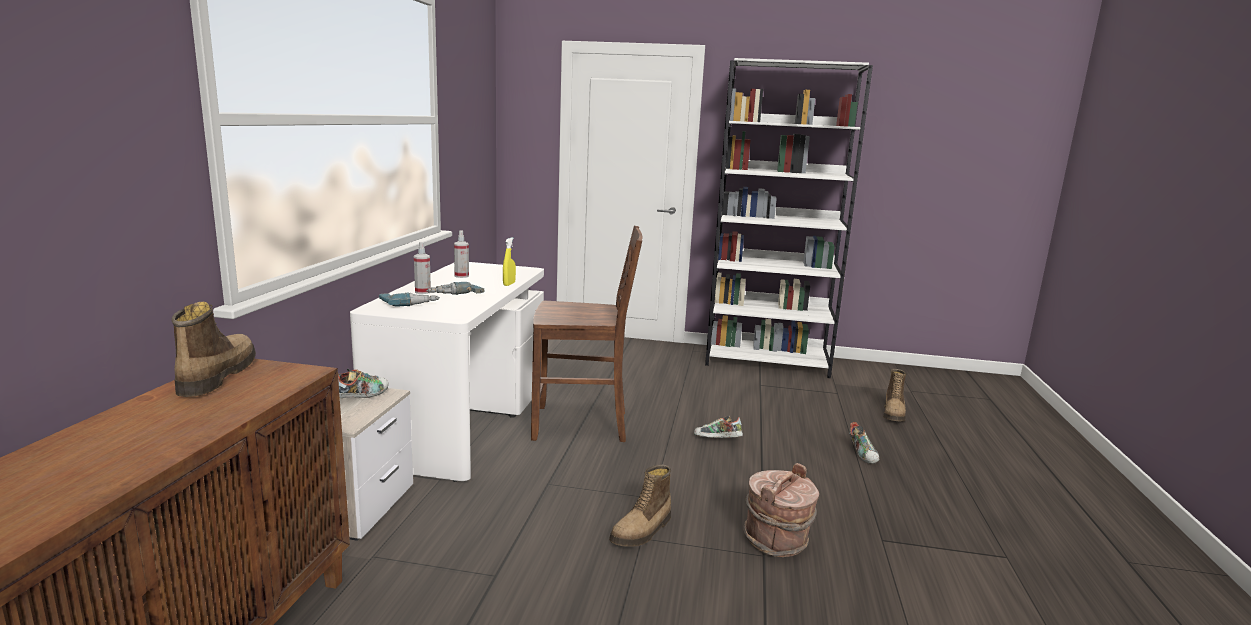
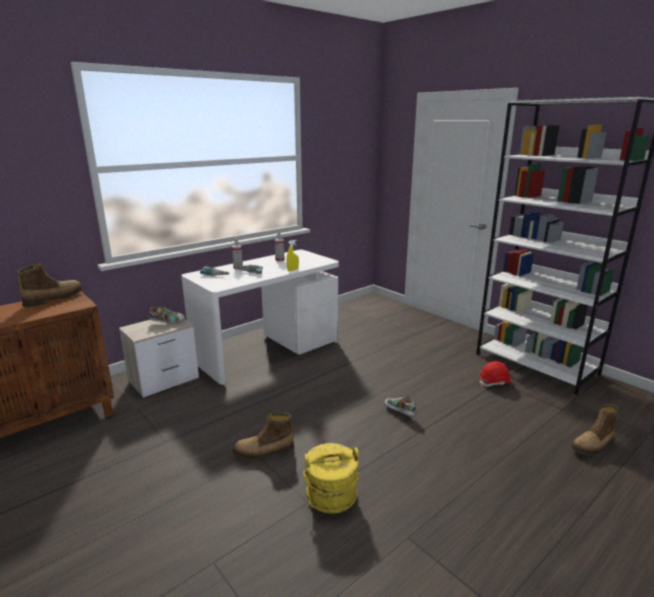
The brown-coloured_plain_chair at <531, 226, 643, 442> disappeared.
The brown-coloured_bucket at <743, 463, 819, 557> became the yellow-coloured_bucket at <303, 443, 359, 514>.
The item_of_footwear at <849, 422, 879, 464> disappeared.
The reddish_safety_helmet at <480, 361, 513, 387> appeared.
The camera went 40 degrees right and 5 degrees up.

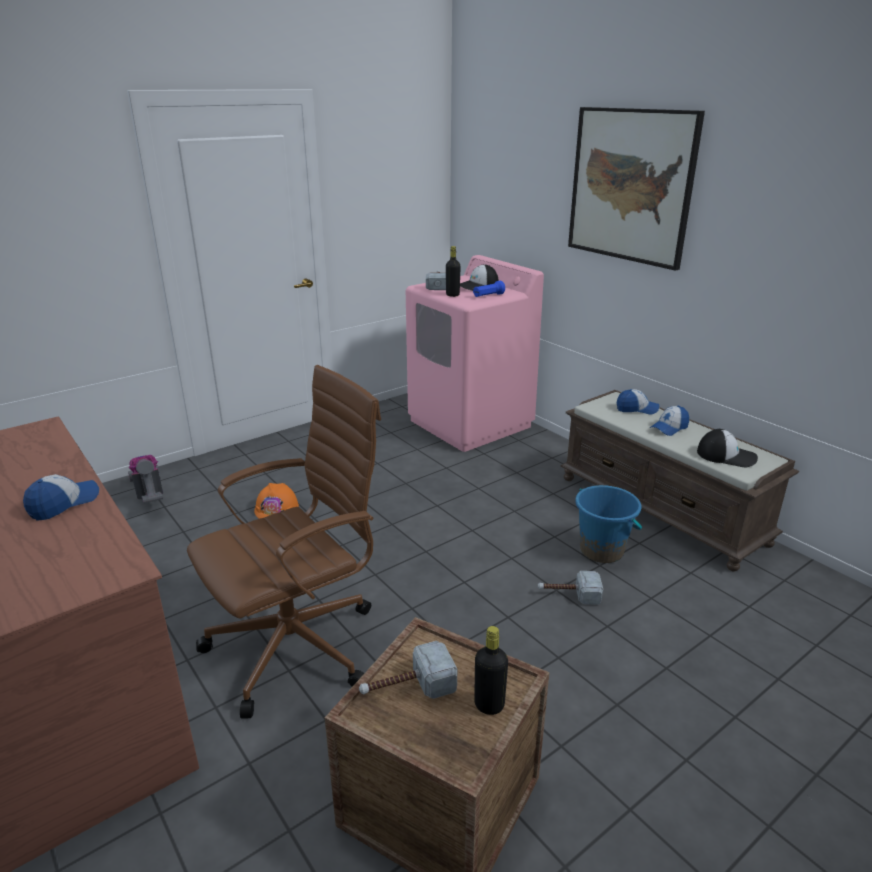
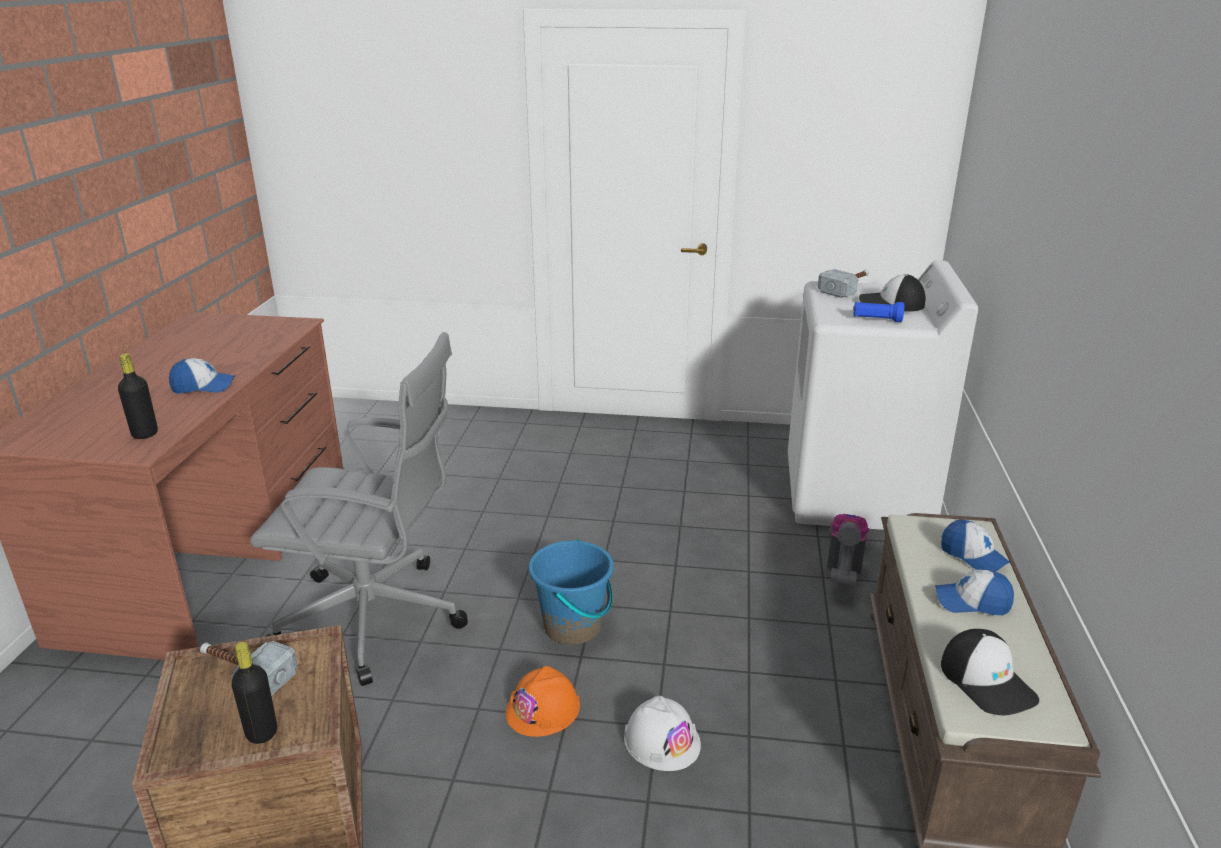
The vacuum_cleaner moved from <128, 455, 163, 503> to <827, 514, 870, 586>.
The brown-coloured_office_chair at <187, 365, 381, 719> became the gray_office_chair at <250, 332, 468, 686>.
The orange_safety_helmet moved from <254, 483, 299, 519> to <505, 666, 580, 737>.
The pinkish_washing_machine at <406, 255, 544, 452> became the whitish_washing_machine at <788, 260, 978, 530>.
The blackish_bottle moved from <446, 246, 461, 297> to <118, 353, 158, 439>.
The hand_hammer at <538, 571, 603, 605> was replaced by the whitish_safety_helmet at <624, 696, 701, 771>.
The wall_picture at <568, 107, 705, 271> disappeared.
The blue_bucket moved from <575, 485, 642, 563> to <529, 539, 614, 645>.
The camera went 45 degrees right and 0 degrees up.

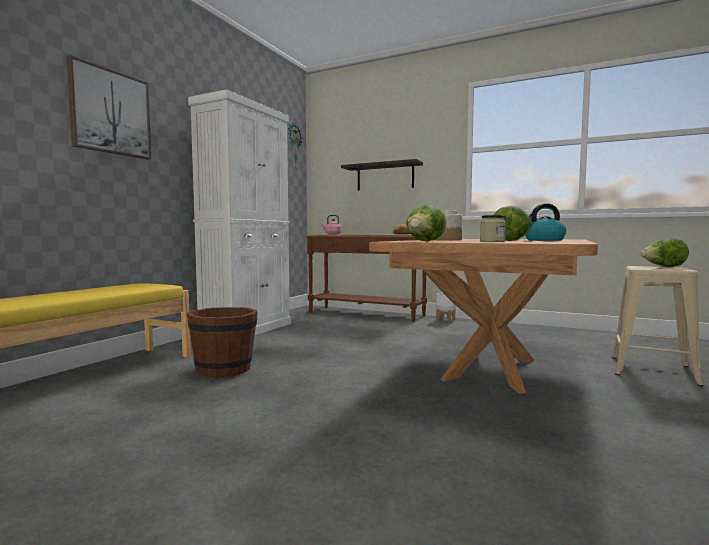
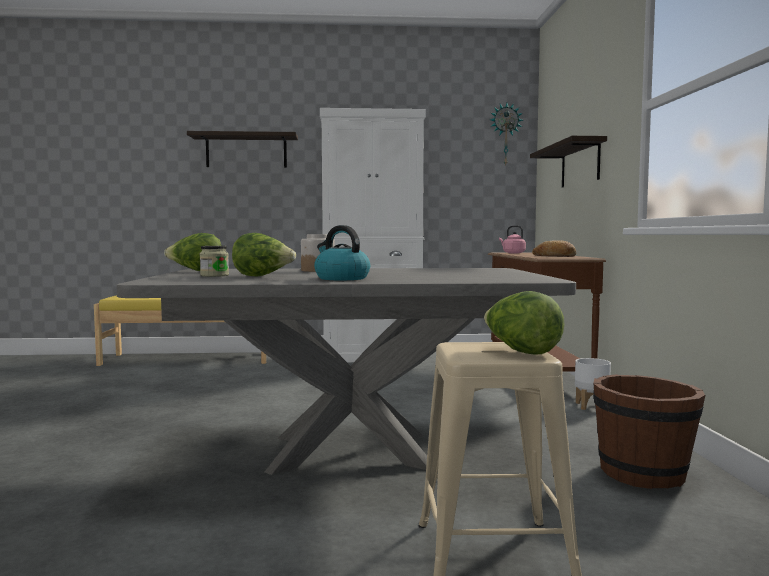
The wall_picture at <67, 55, 151, 160> was replaced by the shelf at <187, 131, 298, 168>.
The brown-coloured_bucket moved from <187, 307, 258, 378> to <593, 374, 705, 489>.
The brown-coloured_kitchen_table at <369, 239, 598, 394> became the gray_kitchen_table at <116, 268, 576, 475>.
The camera went 60 degrees right and 0 degrees up.

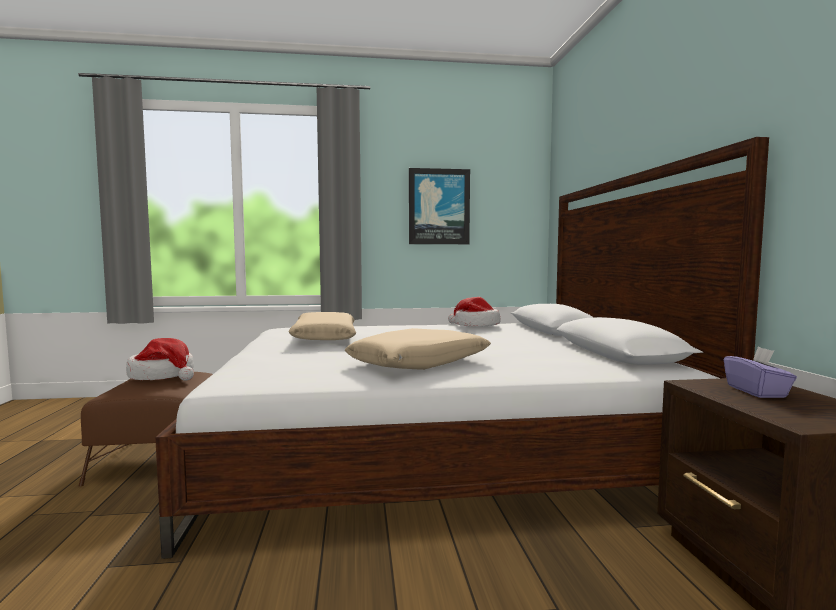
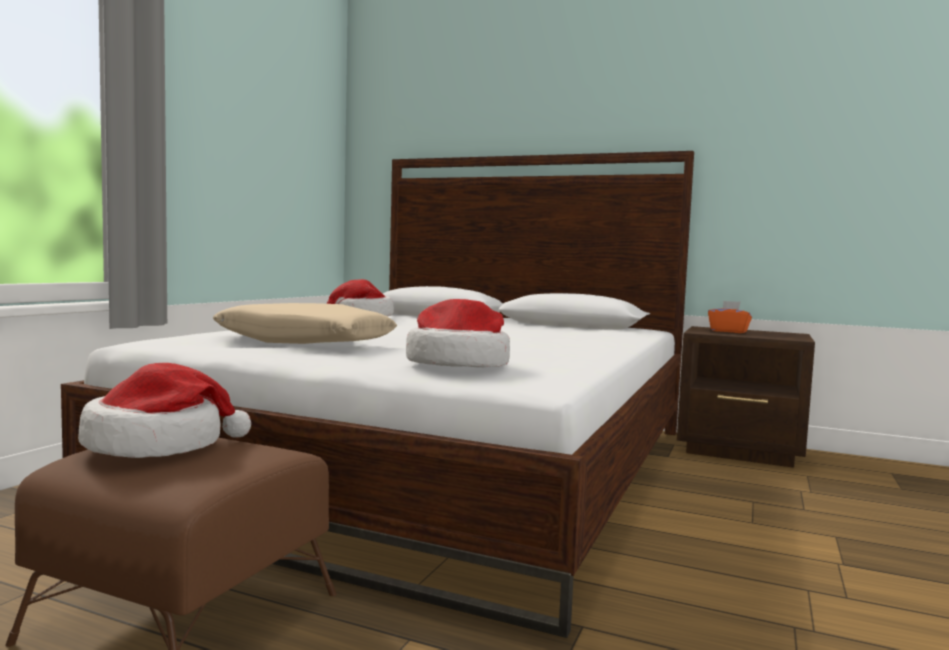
The beige_cushion at <345, 328, 491, 370> disappeared.
The wall_picture at <409, 168, 470, 244> disappeared.
The purple_tissue_holder at <724, 346, 797, 398> became the orange_tissue_holder at <708, 301, 752, 333>.
The clothing_hat at <406, 299, 510, 367> appeared.
The camera went 60 degrees left and 0 degrees up.

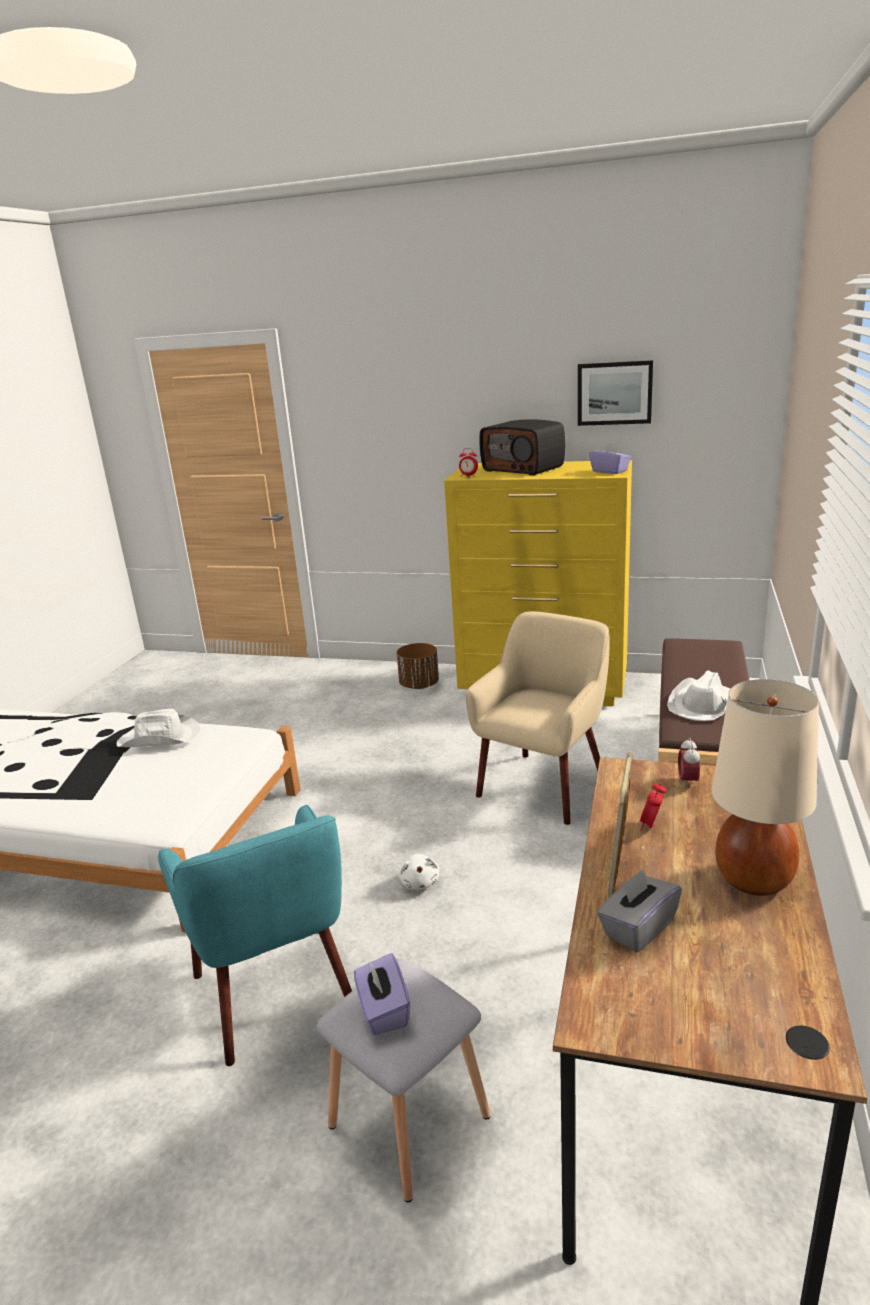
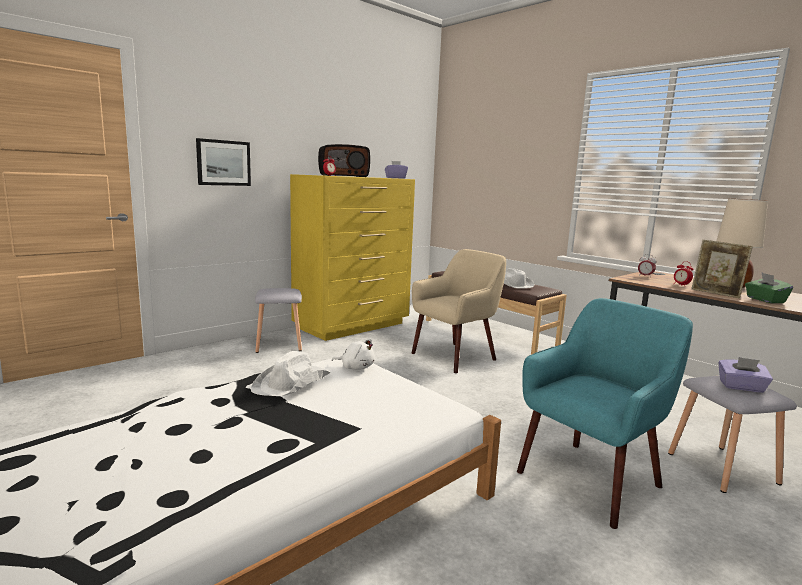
The turquoise-coloured_lounge_chair at <158, 805, 352, 1066> turned 45 degrees counterclockwise.
The brown-coloured_planter at <396, 643, 439, 689> was replaced by the gray_sitting_stool at <255, 288, 302, 353>.
The whitish_cuddly_toy moved from <398, 854, 439, 890> to <332, 339, 375, 370>.
The beige_lounge_chair at <466, 611, 609, 825> turned 75 degrees clockwise.
The wall_picture moved from <578, 360, 653, 426> to <196, 138, 251, 186>.
The gray_tissue_holder at <597, 868, 682, 952> became the green_tissue_holder at <745, 272, 793, 303>.
The camera went 60 degrees left and 10 degrees down.

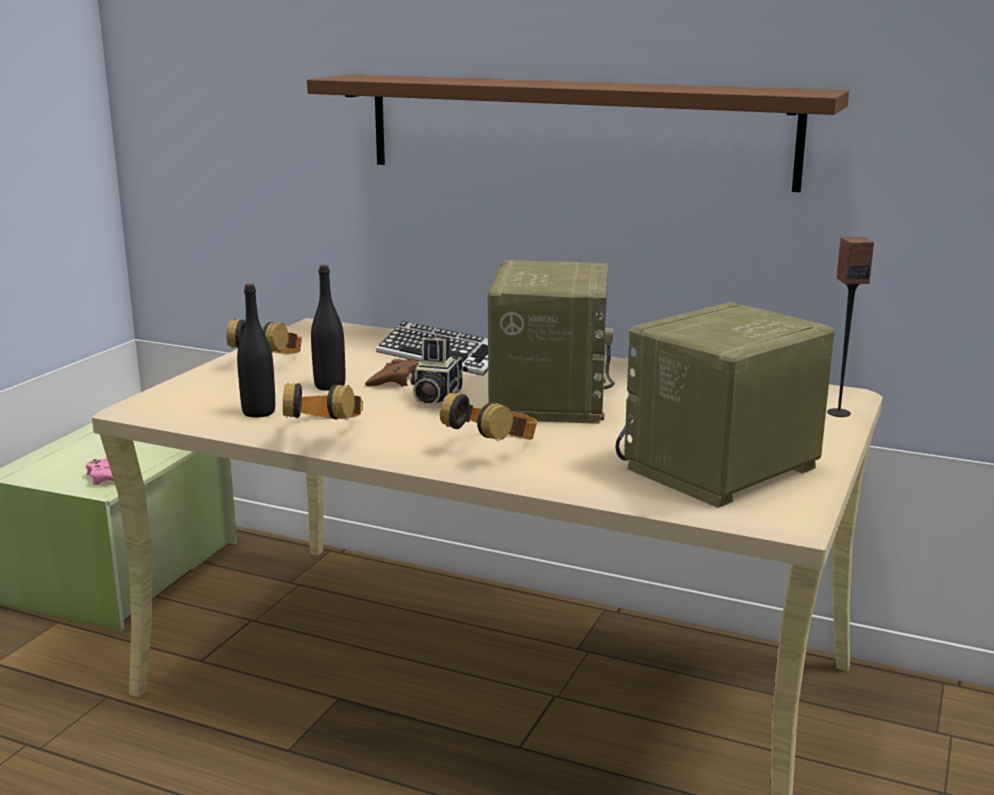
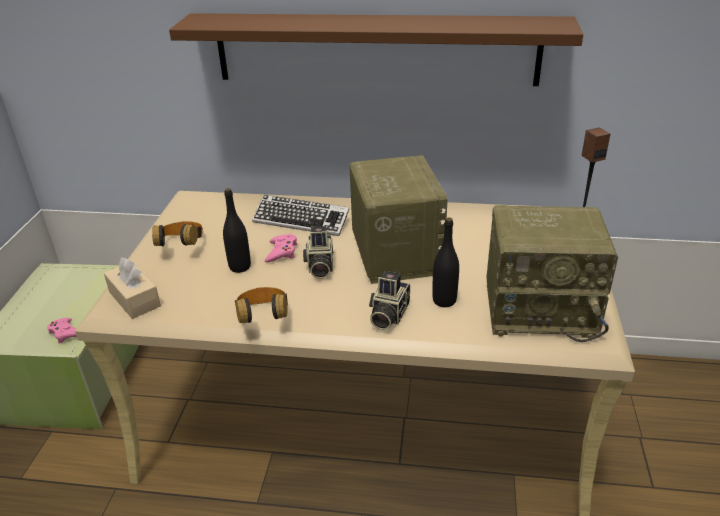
The blackish_bottle moved from <237, 283, 275, 418> to <432, 217, 459, 307>.
The brown-coloured_joypad at <365, 357, 419, 387> became the pinkish_joypad at <265, 234, 297, 262>.
The headphones at <440, 392, 537, 441> was replaced by the photo_camera at <369, 271, 410, 330>.
The radio_set at <615, 302, 835, 508> turned 120 degrees counterclockwise.
The beige_tissue_holder at <104, 257, 161, 319> appeared.
The camera went 15 degrees left and 15 degrees up.

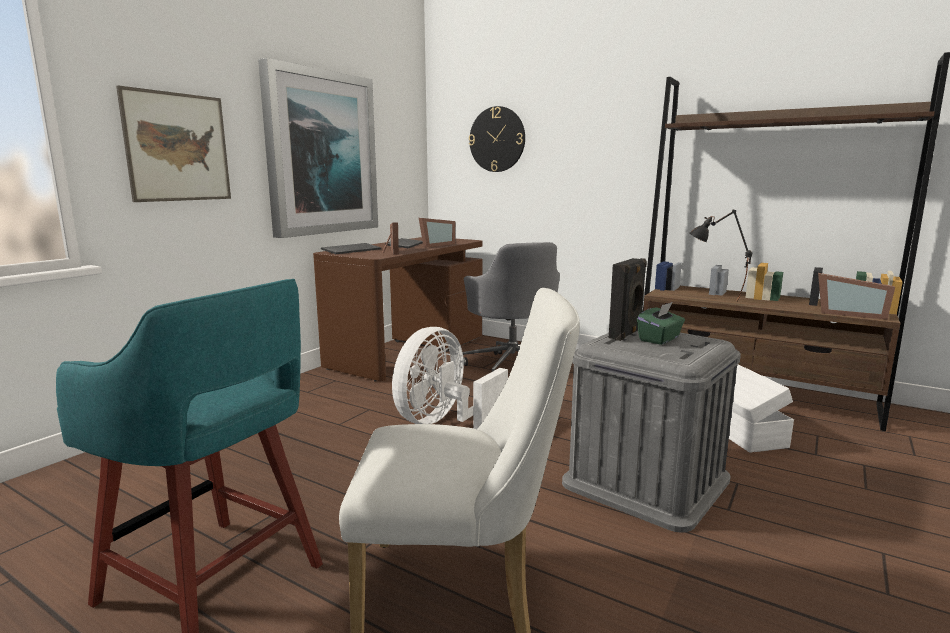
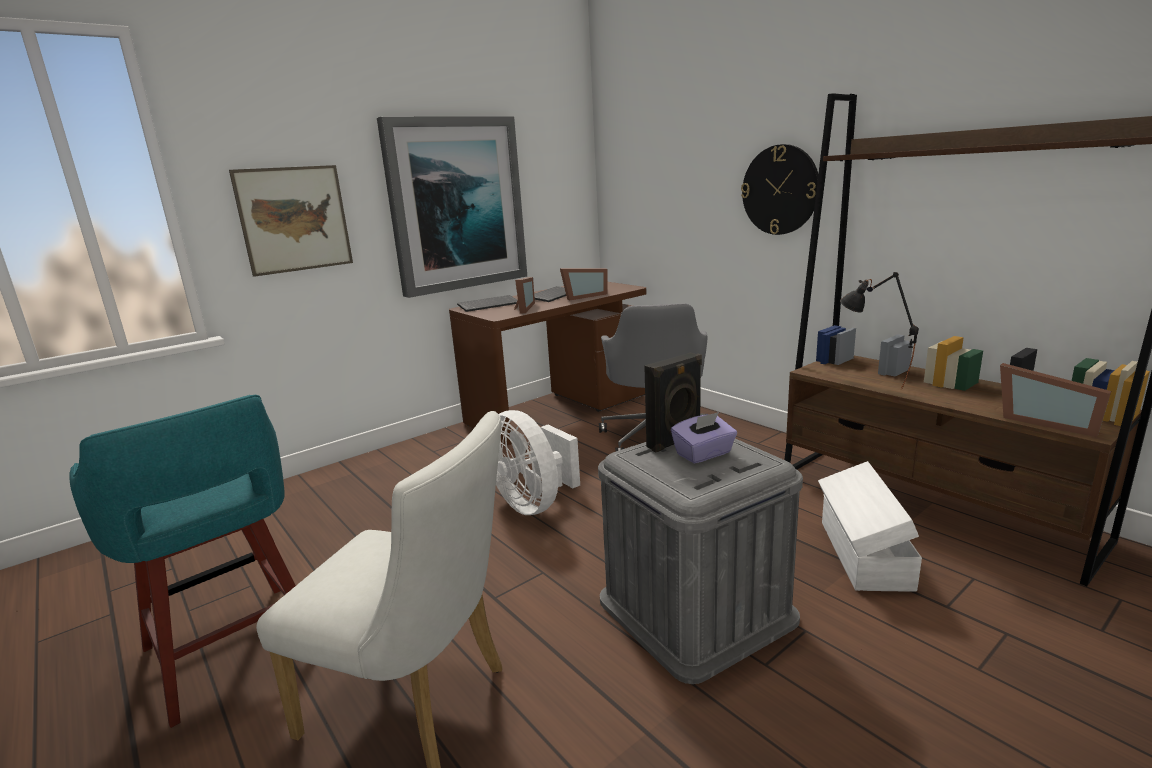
The whitish_fan at <392, 327, 508, 429> turned 90 degrees counterclockwise.
The hanging_clock moved from <469, 106, 525, 172> to <741, 144, 818, 235>.
The green_tissue_holder at <637, 302, 685, 345> became the purple_tissue_holder at <671, 412, 737, 464>.
The camera went 20 degrees right and 5 degrees up.

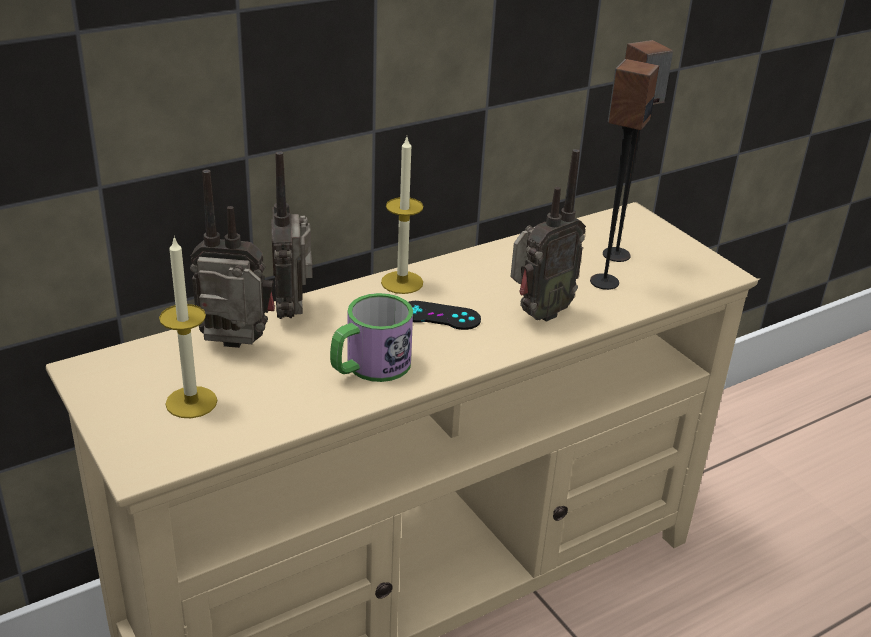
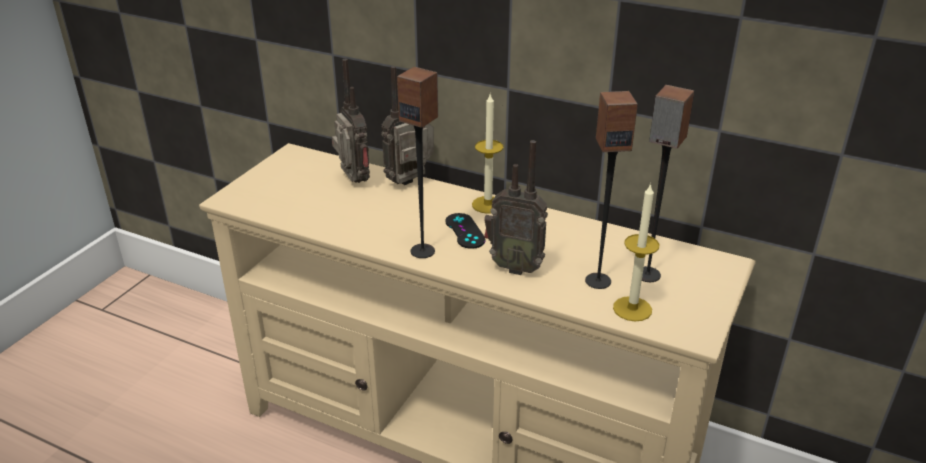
The wax_light moved from <159, 236, 217, 418> to <613, 183, 659, 321>.
The tea_mug at <330, 293, 413, 382> disappeared.
The audio_speaker at <397, 67, 438, 258> appeared.
The camera went 60 degrees right and 0 degrees up.

